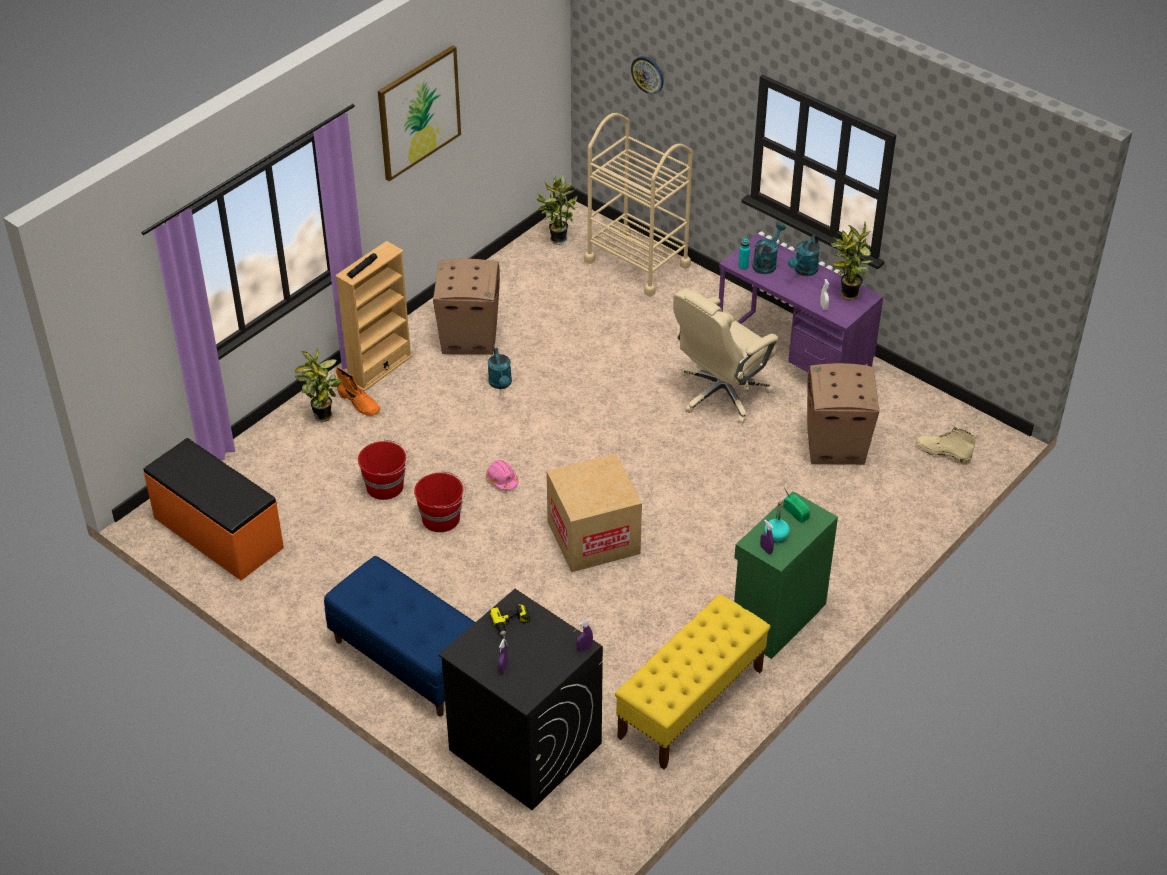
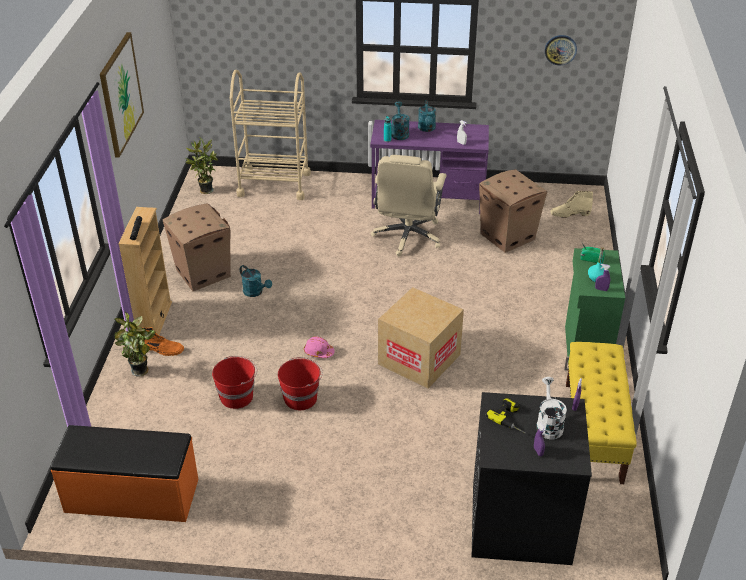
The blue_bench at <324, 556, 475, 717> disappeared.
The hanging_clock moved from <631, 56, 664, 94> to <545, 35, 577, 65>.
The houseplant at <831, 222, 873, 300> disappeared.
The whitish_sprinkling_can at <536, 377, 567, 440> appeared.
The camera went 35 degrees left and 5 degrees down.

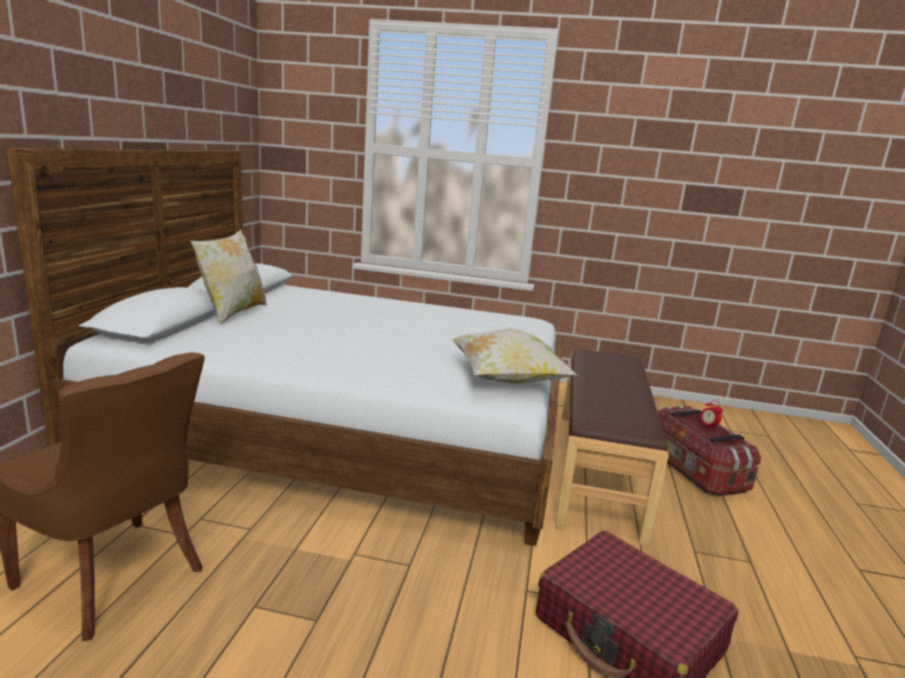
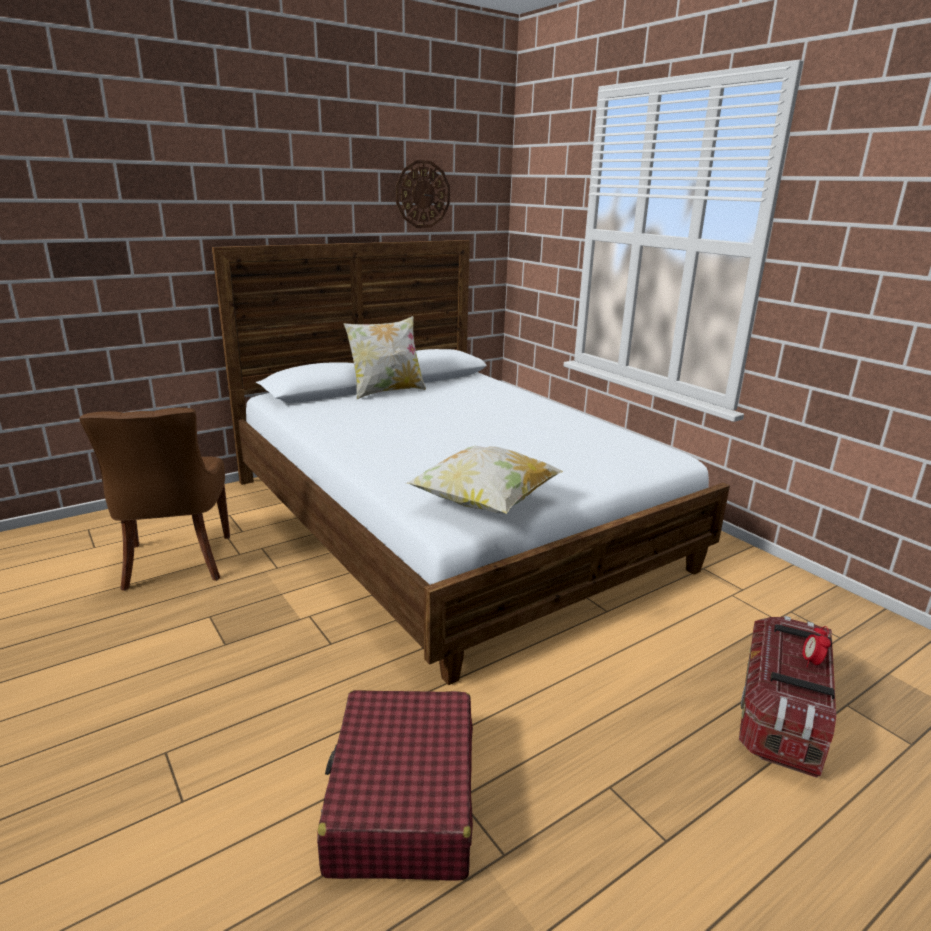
The brown-coloured_bench at <555, 349, 669, 546> disappeared.
The hanging_clock at <396, 160, 450, 228> appeared.
The camera went 45 degrees right and 5 degrees up.

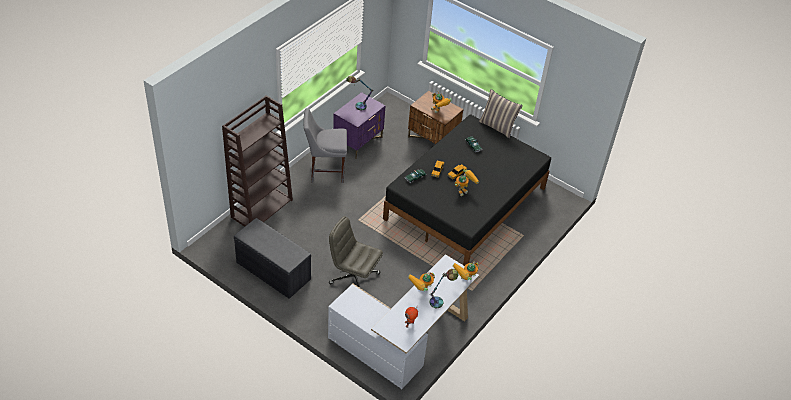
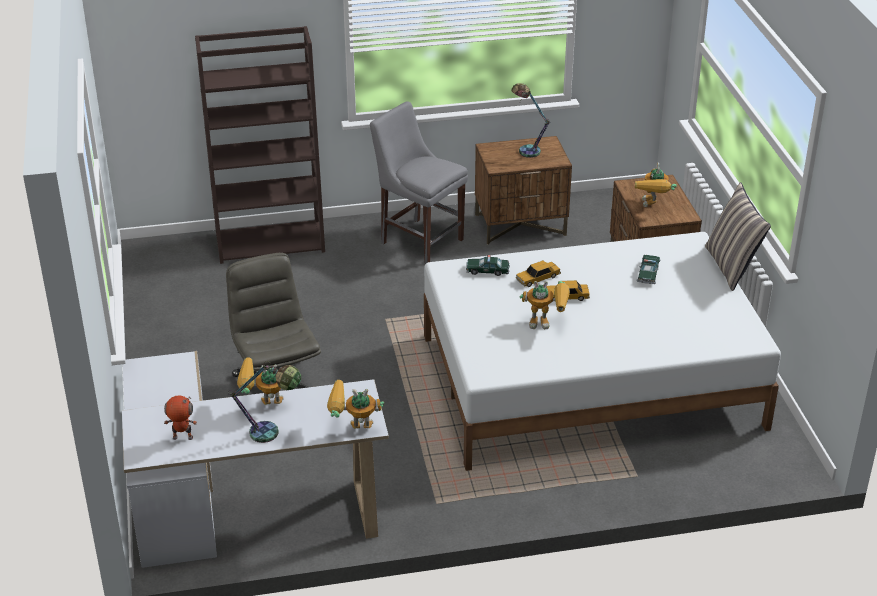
The gray_bench at <234, 218, 311, 299> disappeared.
The purple_nightstand at <333, 92, 386, 159> became the brown-coloured_nightstand at <475, 136, 572, 245>.
The blackish_bed at <383, 114, 551, 266> became the whitish_bed at <424, 232, 781, 471>.
The camera went 45 degrees right and 10 degrees down.

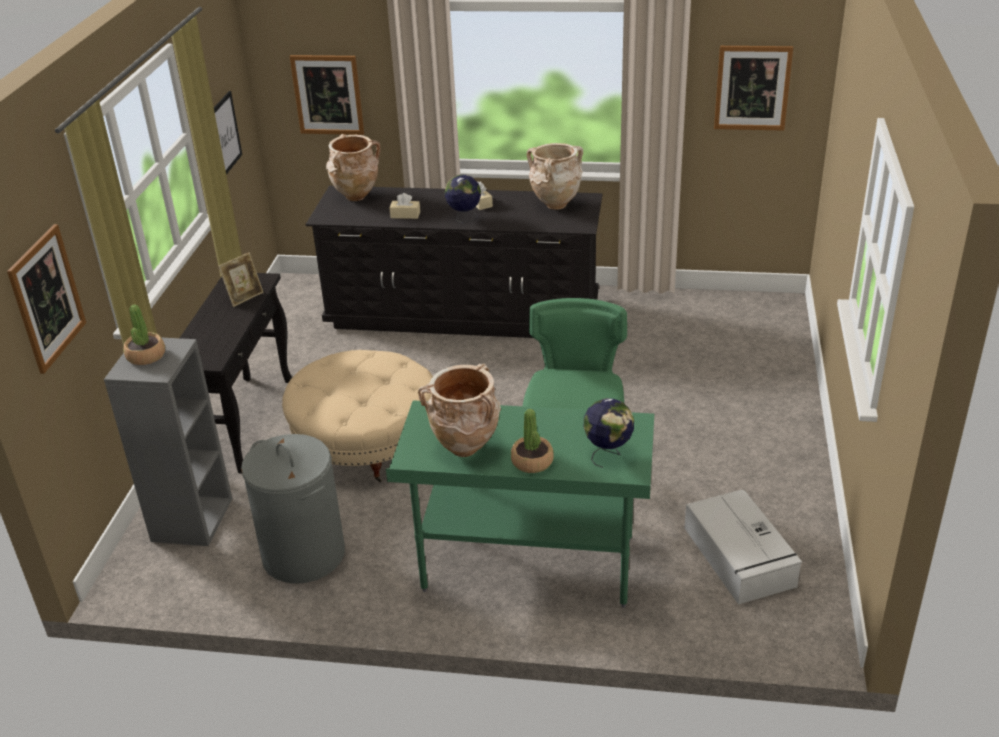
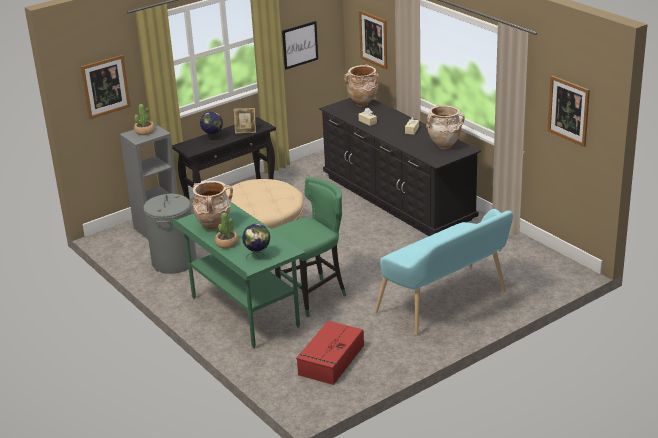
The world_globe moved from <445, 175, 481, 223> to <200, 111, 223, 142>.
The gray_storage_bin at <685, 490, 802, 605> became the reddish_storage_bin at <296, 321, 364, 385>.
The turquoise-coloured_bench at <375, 209, 513, 336> appeared.
The camera went 45 degrees right and 5 degrees down.

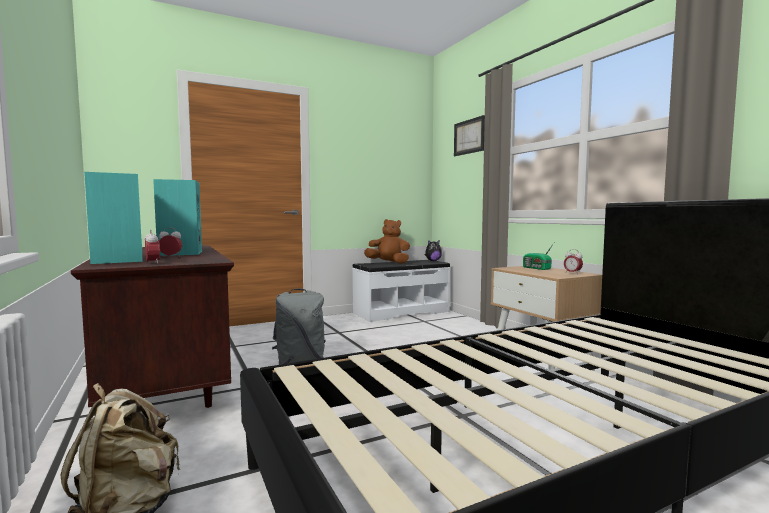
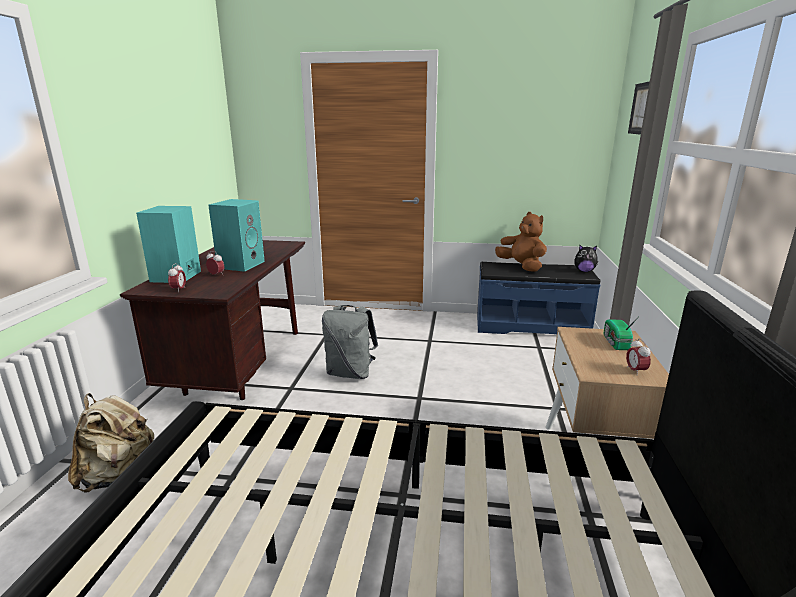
The whitish_bench at <352, 260, 451, 322> became the blue_bench at <477, 262, 601, 334>.
The camera went 35 degrees right and 15 degrees up.

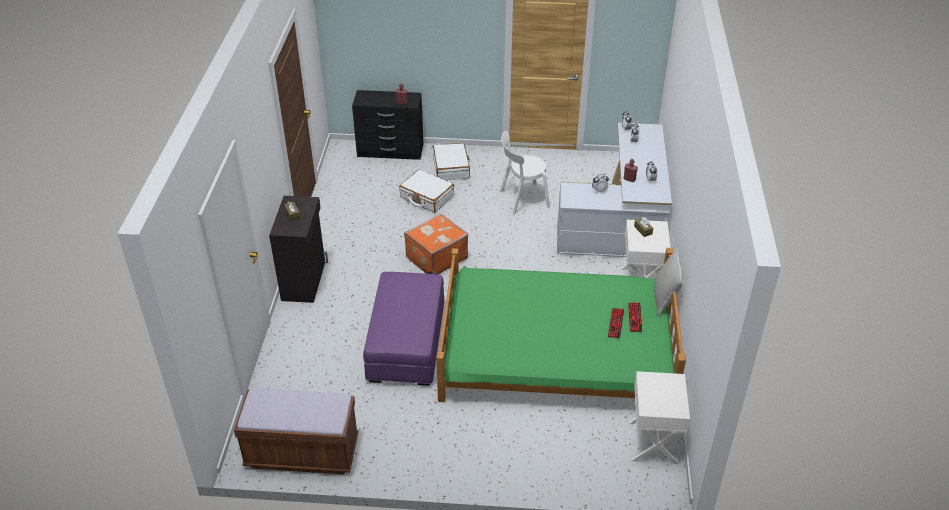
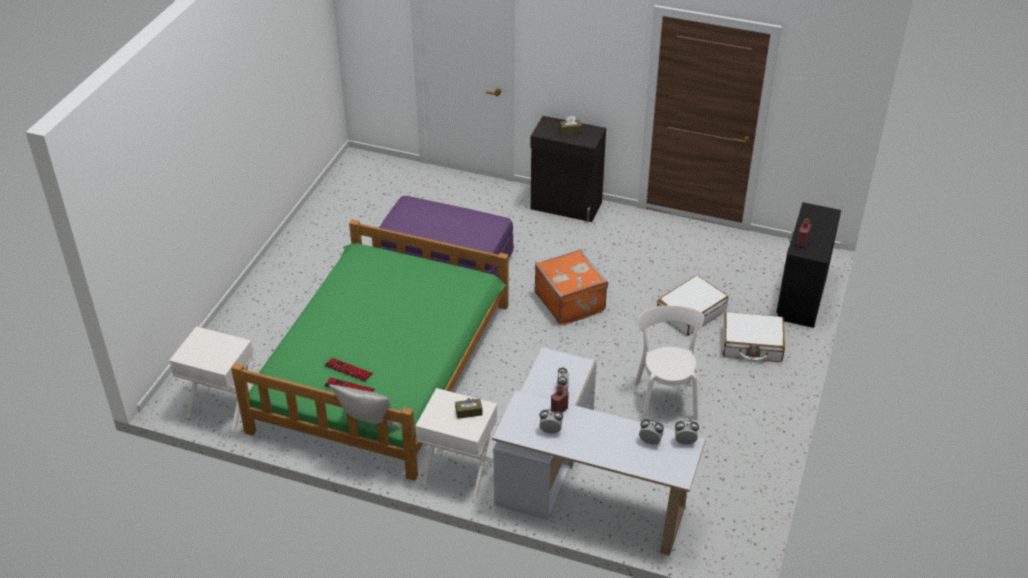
The brown-coloured_bench at <234, 388, 359, 474> disappeared.
The camera went 105 degrees right and 0 degrees up.

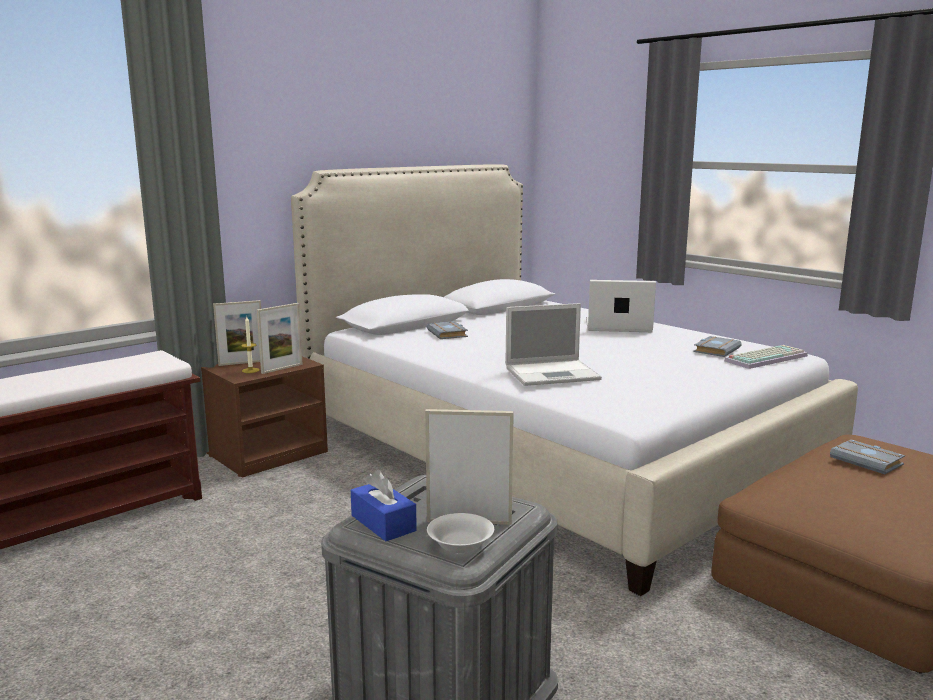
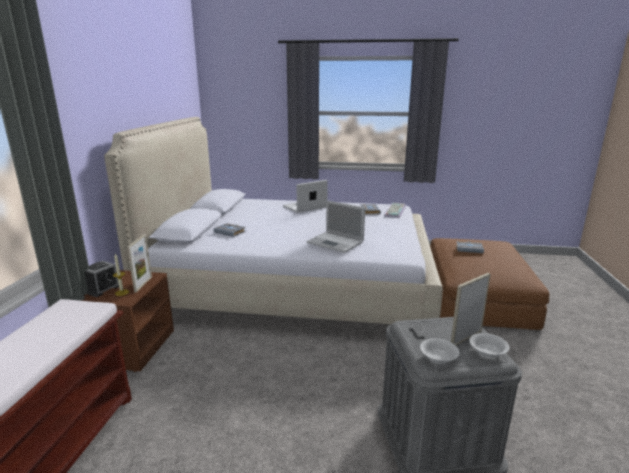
The photo_frame at <213, 300, 261, 366> was replaced by the table_clock at <84, 261, 119, 297>.
The blue_tissue_holder at <351, 470, 417, 541> was replaced by the whitish_bowl at <420, 338, 460, 364>.
The laptop at <505, 303, 602, 386> turned 90 degrees clockwise.
The camera went 40 degrees left and 5 degrees up.

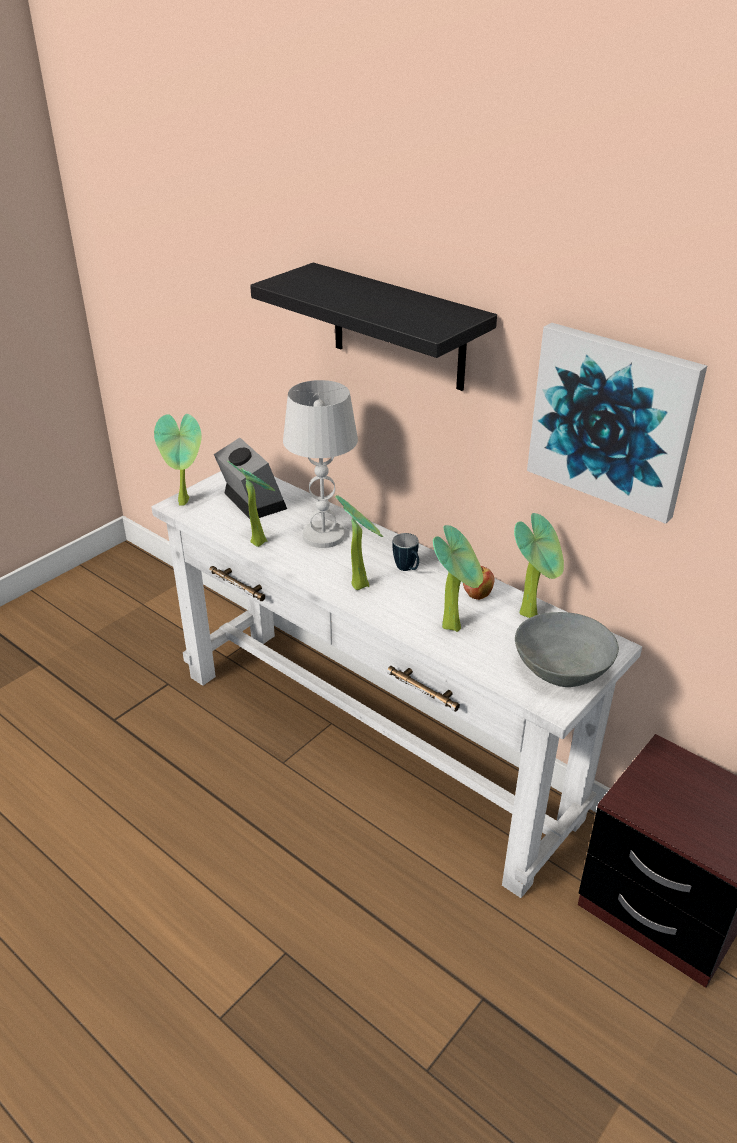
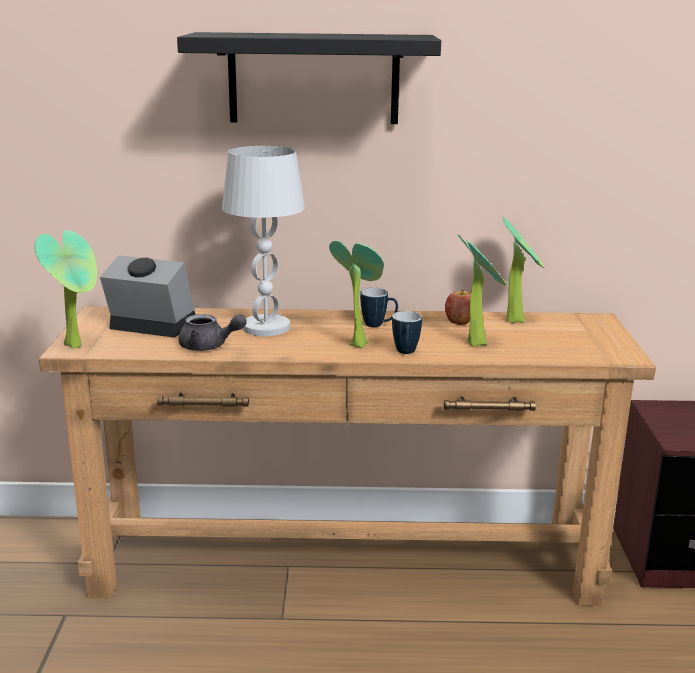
The whitish_hall_table at <151, 471, 642, 898> became the brown-coloured_hall_table at <39, 306, 656, 606>.
The houseplant at <227, 461, 275, 547> was replaced by the gray_teapot at <178, 314, 247, 351>.
The gray_bowl at <515, 612, 619, 687> disappeared.
The wall_picture at <527, 323, 707, 524> disappeared.
The tea_mug at <392, 311, 422, 354> appeared.
The camera went 40 degrees left and 15 degrees down.

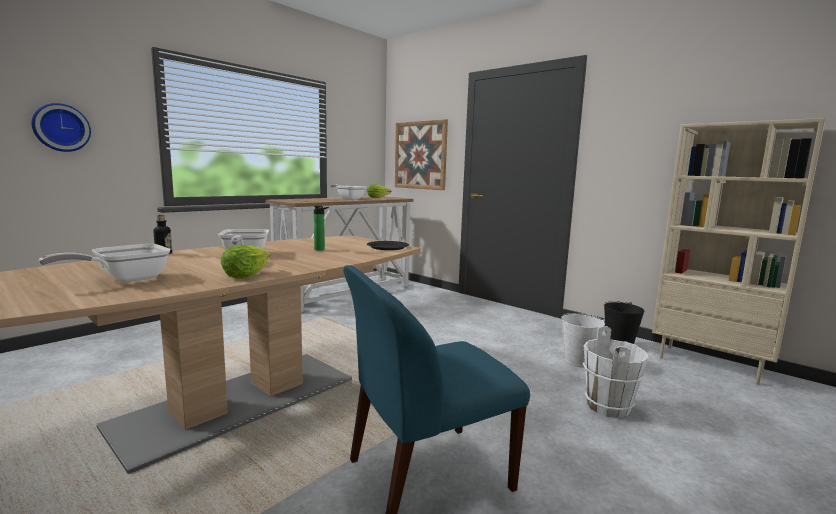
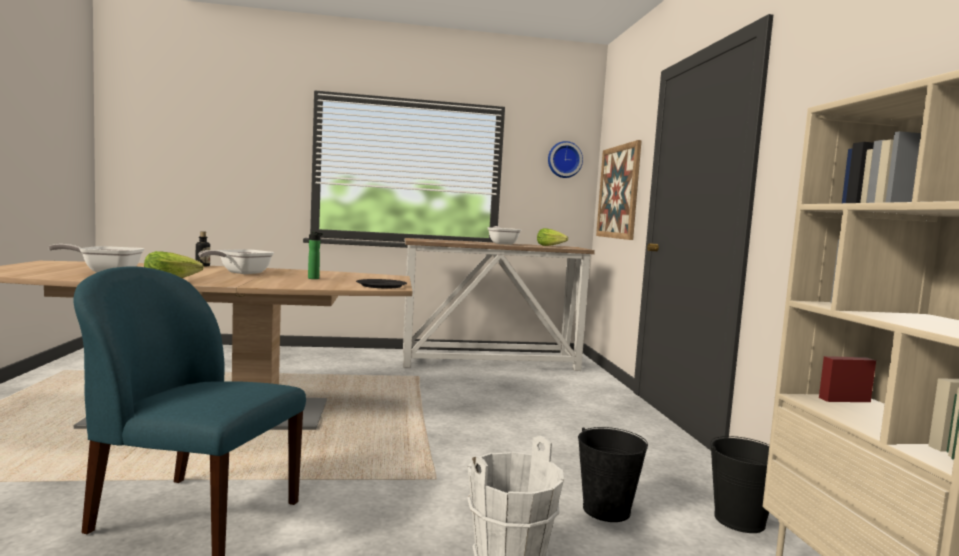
The hanging_clock moved from <32, 103, 91, 152> to <548, 141, 583, 178>.
The whitish_bucket at <561, 313, 605, 368> became the blackish_bucket at <578, 427, 648, 522>.
The camera went 40 degrees right and 5 degrees down.

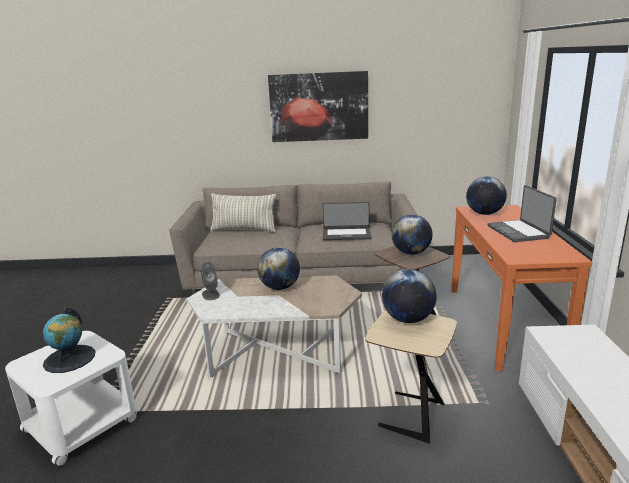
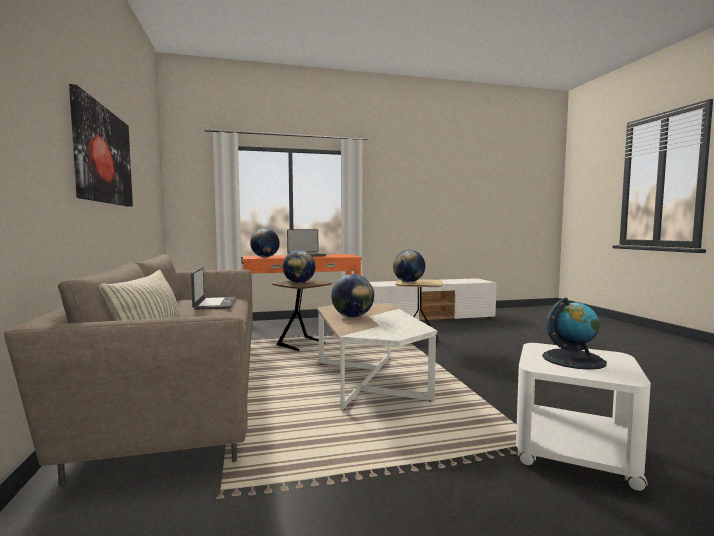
The gray_audio_speaker at <201, 262, 220, 300> disappeared.
The camera went 105 degrees left and 15 degrees down.

